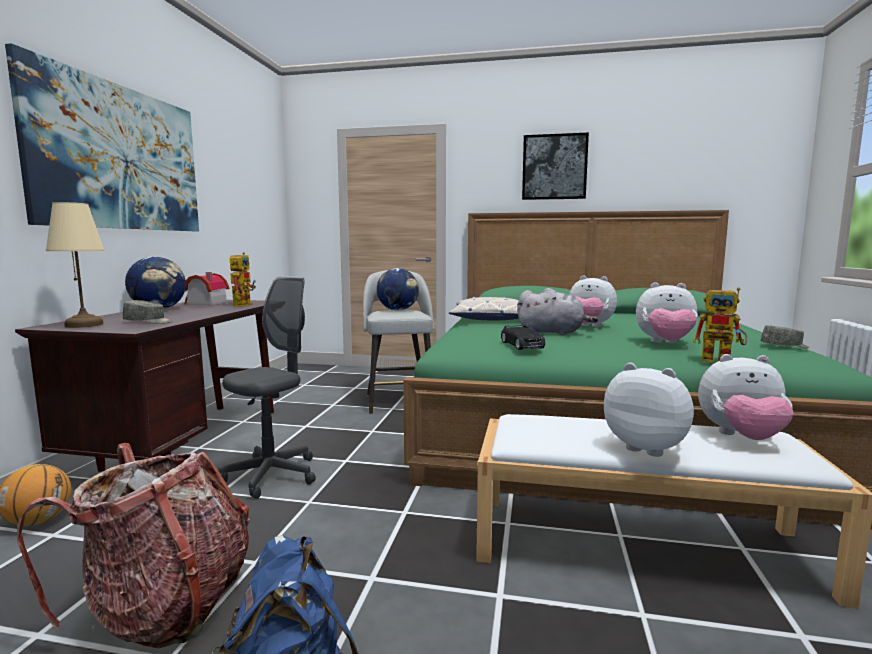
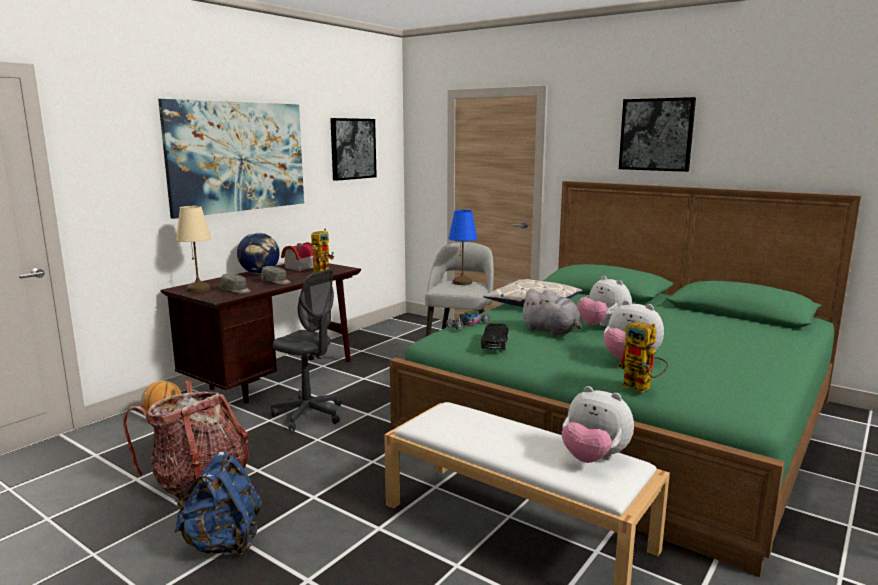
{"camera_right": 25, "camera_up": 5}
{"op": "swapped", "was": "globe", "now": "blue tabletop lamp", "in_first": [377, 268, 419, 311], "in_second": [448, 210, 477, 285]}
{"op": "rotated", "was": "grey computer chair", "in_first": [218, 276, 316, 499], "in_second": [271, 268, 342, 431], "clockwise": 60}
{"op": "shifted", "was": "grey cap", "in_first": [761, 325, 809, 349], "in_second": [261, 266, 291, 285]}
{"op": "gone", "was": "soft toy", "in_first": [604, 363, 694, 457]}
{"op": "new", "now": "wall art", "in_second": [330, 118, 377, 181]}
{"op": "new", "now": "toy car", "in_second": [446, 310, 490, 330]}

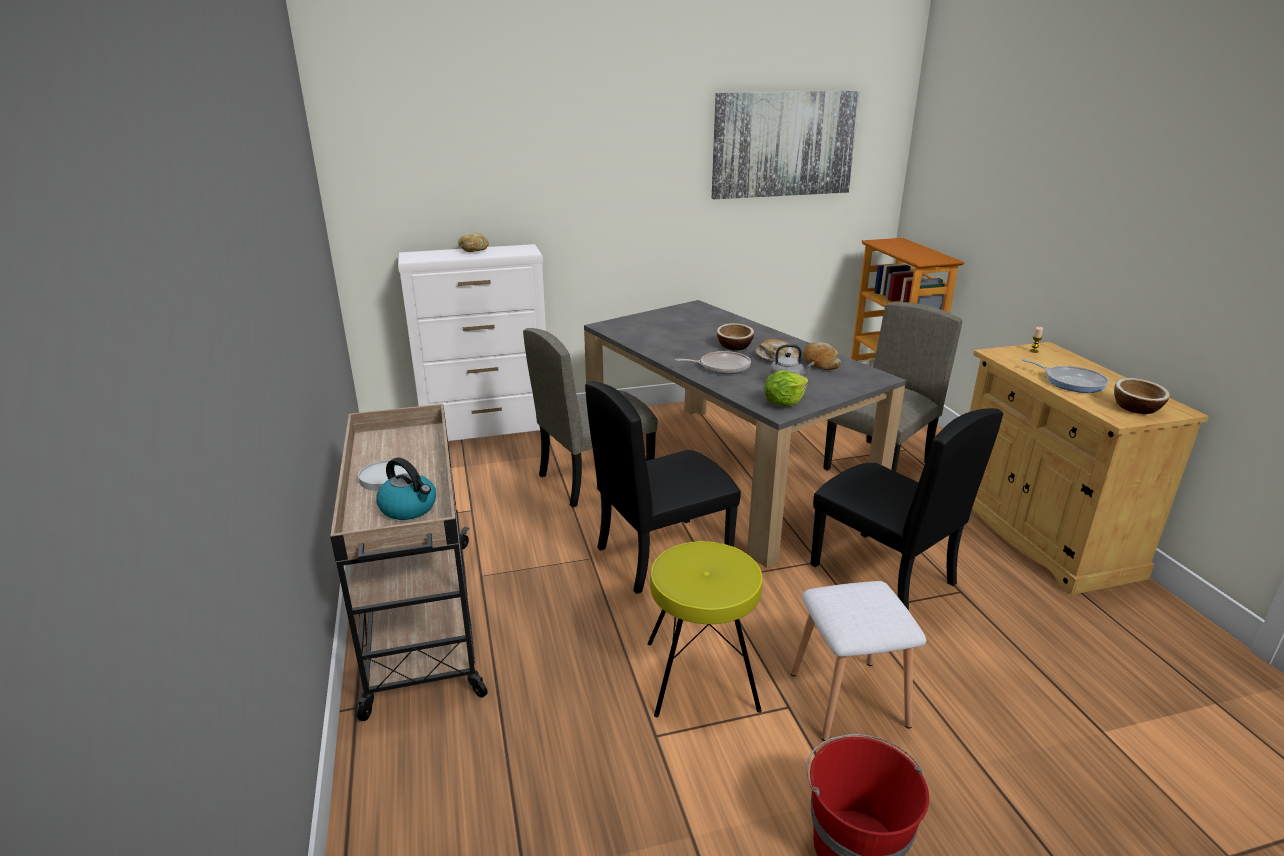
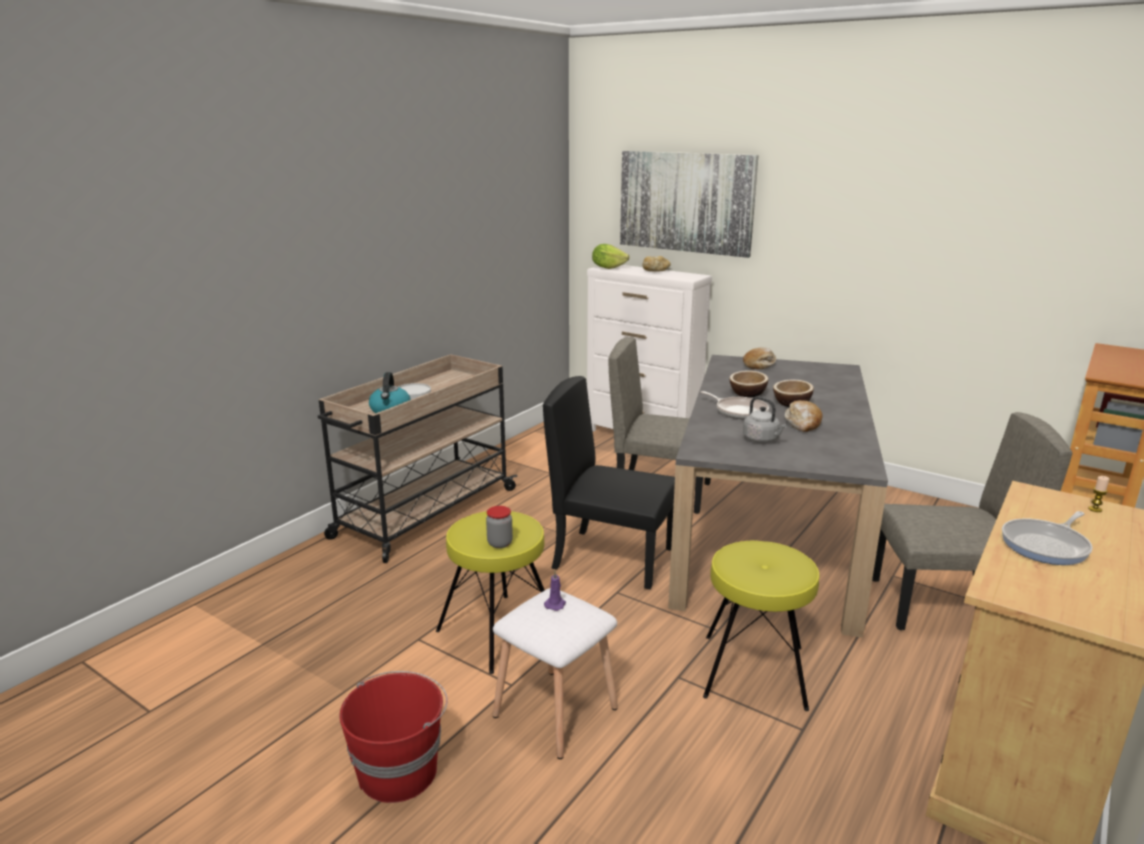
{"camera_right": 50, "camera_up": -5}
{"op": "shifted", "was": "wall art", "in_first": [712, 91, 860, 199], "in_second": [620, 151, 759, 258]}
{"op": "shifted", "was": "bread", "in_first": [804, 342, 841, 370], "in_second": [743, 347, 776, 369]}
{"op": "rotated", "was": "pan", "in_first": [1021, 359, 1109, 393], "in_second": [1002, 511, 1093, 565], "clockwise": 45}
{"op": "shifted", "was": "lettuce head", "in_first": [764, 371, 808, 406], "in_second": [592, 244, 630, 269]}
{"op": "shifted", "was": "deep dish", "in_first": [1114, 378, 1170, 414], "in_second": [729, 370, 768, 398]}
{"op": "swapped", "was": "black-coloured chair", "now": "yellow sitting stool", "in_first": [811, 408, 1003, 611], "in_second": [703, 540, 819, 711]}
{"op": "new", "now": "jar", "in_second": [486, 506, 513, 548]}
{"op": "new", "now": "purple-coloured wax light", "in_second": [544, 571, 566, 611]}

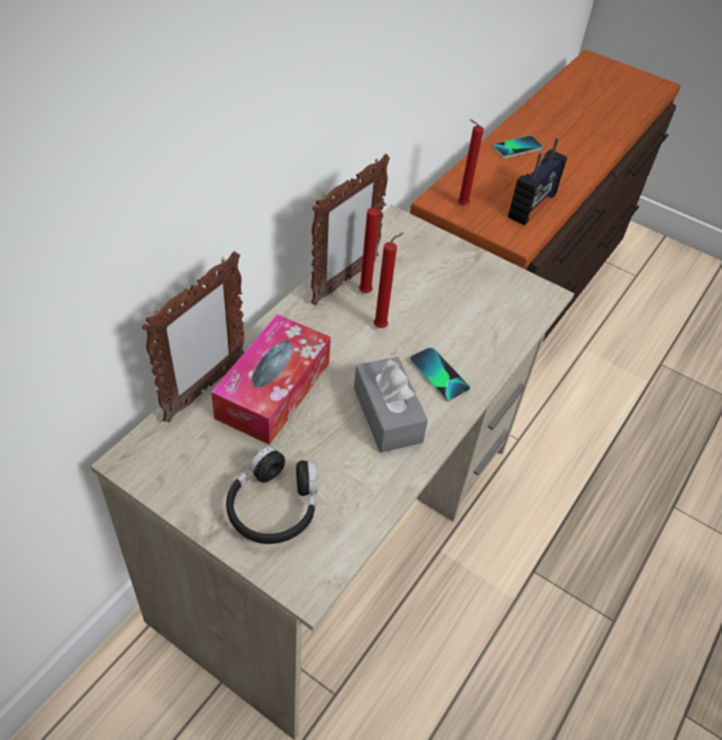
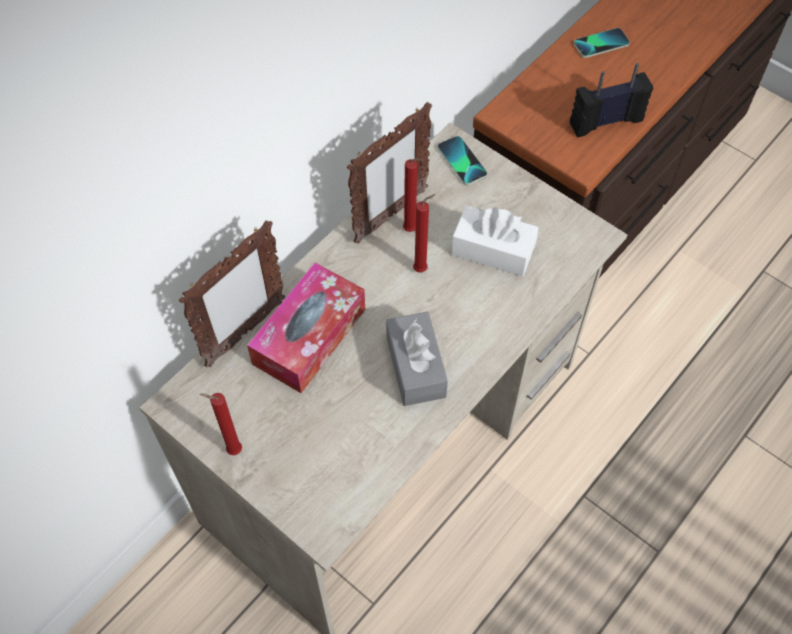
{"camera_right": 10, "camera_up": 10}
{"op": "shifted", "was": "reddish wax light", "in_first": [458, 119, 484, 205], "in_second": [200, 393, 242, 456]}
{"op": "rotated", "was": "radio receiver", "in_first": [508, 138, 567, 225], "in_second": [570, 63, 653, 137], "clockwise": -150}
{"op": "shifted", "was": "telephone", "in_first": [410, 347, 470, 402], "in_second": [438, 136, 487, 185]}
{"op": "gone", "was": "black-coloured pair of headphones", "in_first": [226, 446, 317, 544]}
{"op": "new", "now": "white tissue holder", "in_second": [451, 206, 539, 277]}

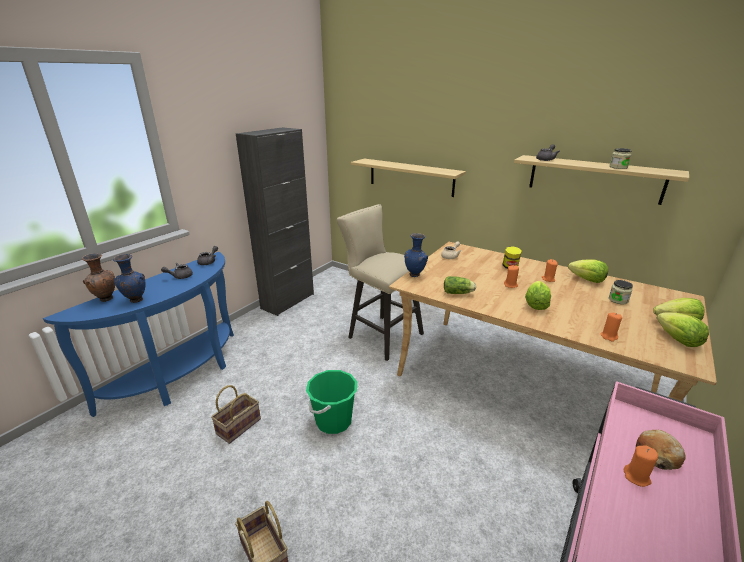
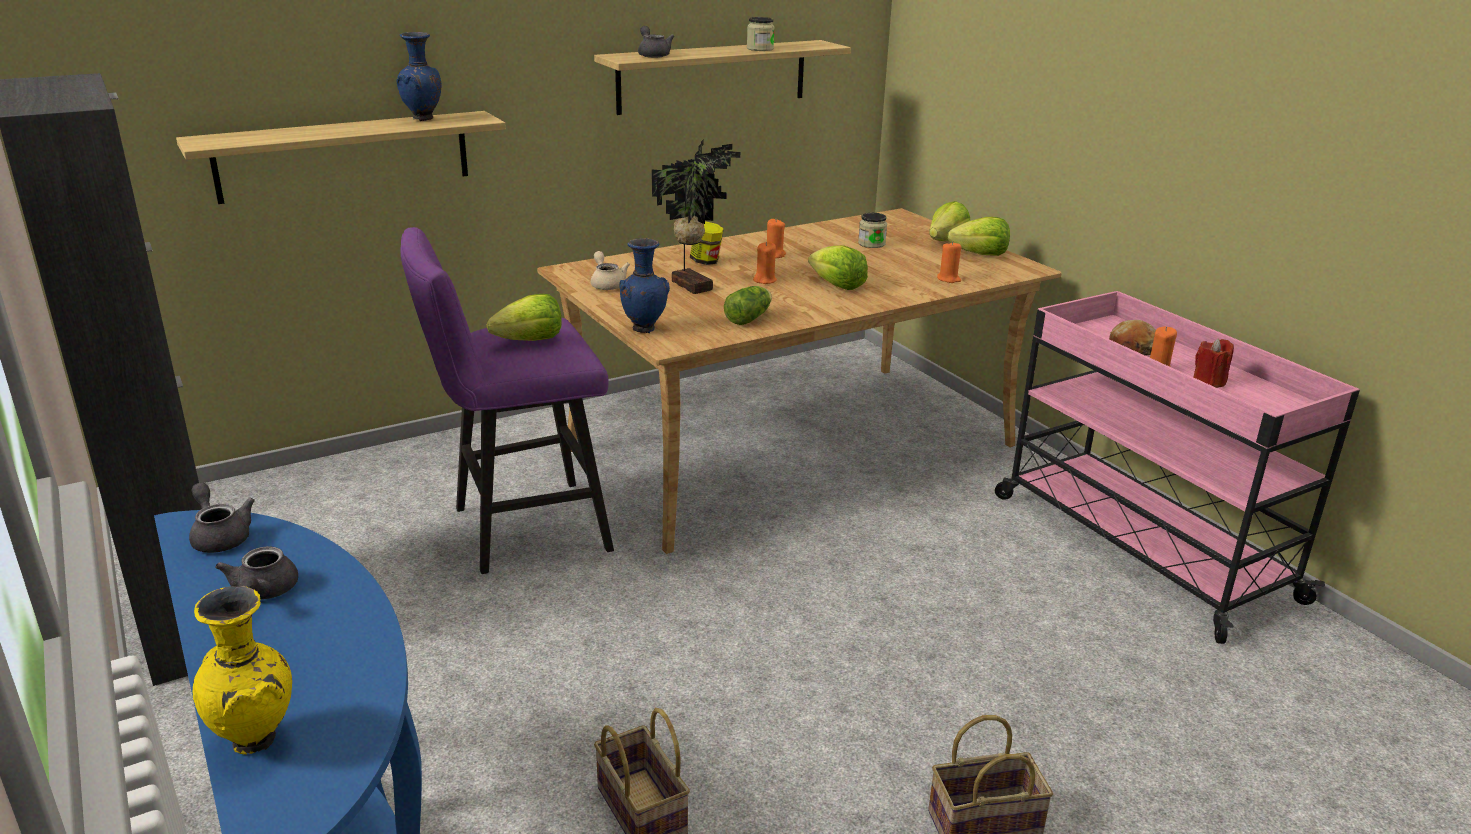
{"camera_right": -65, "camera_up": 0}
{"op": "repainted", "was": "sand-coloured sitting stool", "now": "purple-coloured sitting stool", "in_first": [336, 204, 424, 361], "in_second": [401, 227, 614, 574]}
{"op": "repainted", "was": "brown vase", "now": "yellow vase", "in_first": [82, 253, 115, 302], "in_second": [193, 586, 292, 755]}
{"op": "shifted", "was": "blue vase", "in_first": [113, 254, 145, 303], "in_second": [396, 32, 442, 121]}
{"op": "shifted", "was": "lettuce head", "in_first": [568, 259, 608, 283], "in_second": [486, 294, 562, 341]}
{"op": "gone", "was": "green-coloured bucket", "in_first": [306, 370, 357, 434]}
{"op": "new", "now": "plant in a pot", "in_second": [652, 139, 740, 294]}
{"op": "new", "now": "reddish wax light", "in_second": [1193, 339, 1234, 388]}

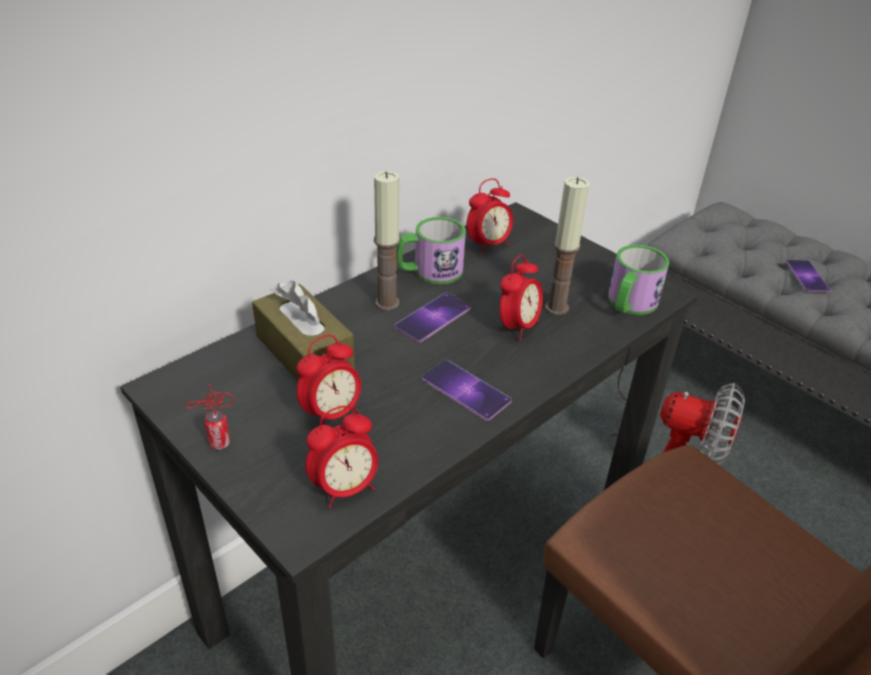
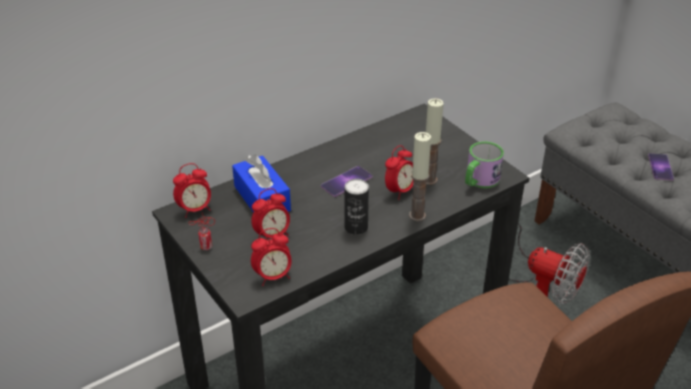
{"camera_right": 10, "camera_up": 0}
{"op": "shifted", "was": "wax light", "in_first": [374, 171, 400, 310], "in_second": [409, 132, 431, 222]}
{"op": "shifted", "was": "bedside clock", "in_first": [467, 178, 513, 254], "in_second": [173, 163, 211, 218]}
{"op": "gone", "was": "coffee mug", "in_first": [396, 217, 466, 284]}
{"op": "repainted", "was": "brown tissue holder", "now": "blue tissue holder", "in_first": [252, 280, 355, 381], "in_second": [232, 154, 291, 212]}
{"op": "swapped", "was": "telephone", "now": "can", "in_first": [421, 360, 512, 421], "in_second": [345, 179, 369, 235]}

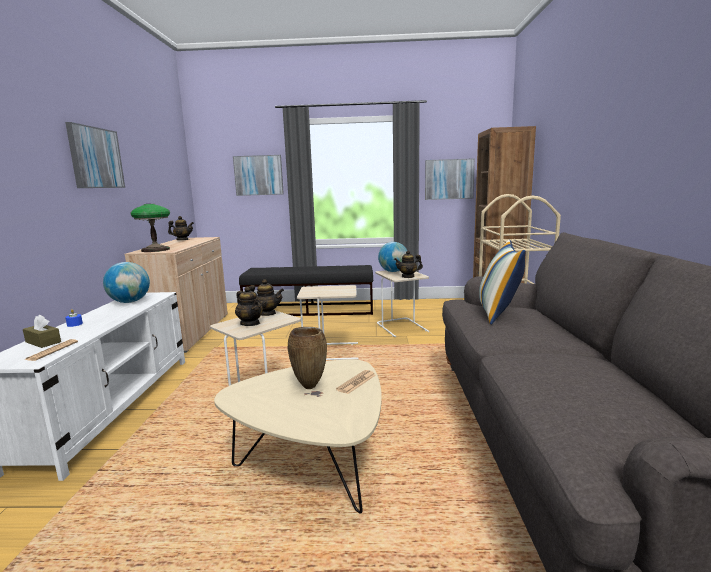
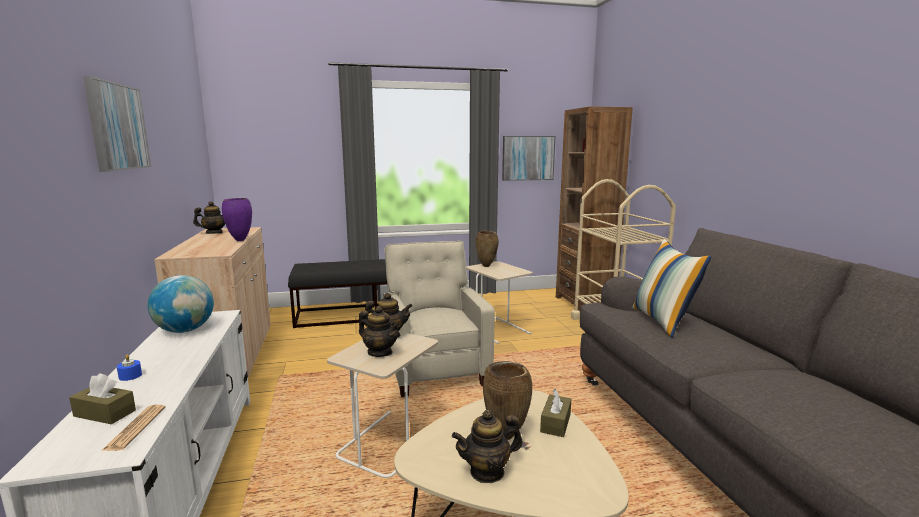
{"camera_right": -15, "camera_up": 0}
{"op": "gone", "was": "wall art", "in_first": [233, 155, 284, 196]}
{"op": "gone", "was": "tabletop lamp", "in_first": [131, 204, 170, 252]}
{"op": "swapped", "was": "globe", "now": "brown vase", "in_first": [378, 242, 407, 272], "in_second": [476, 231, 498, 267]}
{"op": "shifted", "was": "teapot", "in_first": [394, 250, 423, 278], "in_second": [452, 410, 523, 483]}
{"op": "swapped", "was": "sand-coloured end table", "now": "sand-coloured lounge chair", "in_first": [297, 285, 358, 360], "in_second": [383, 241, 495, 397]}
{"op": "swapped", "was": "printed paper", "now": "brown tissue holder", "in_first": [336, 370, 376, 394], "in_second": [540, 389, 571, 437]}
{"op": "new", "now": "purple-coloured vase", "in_second": [222, 198, 252, 241]}

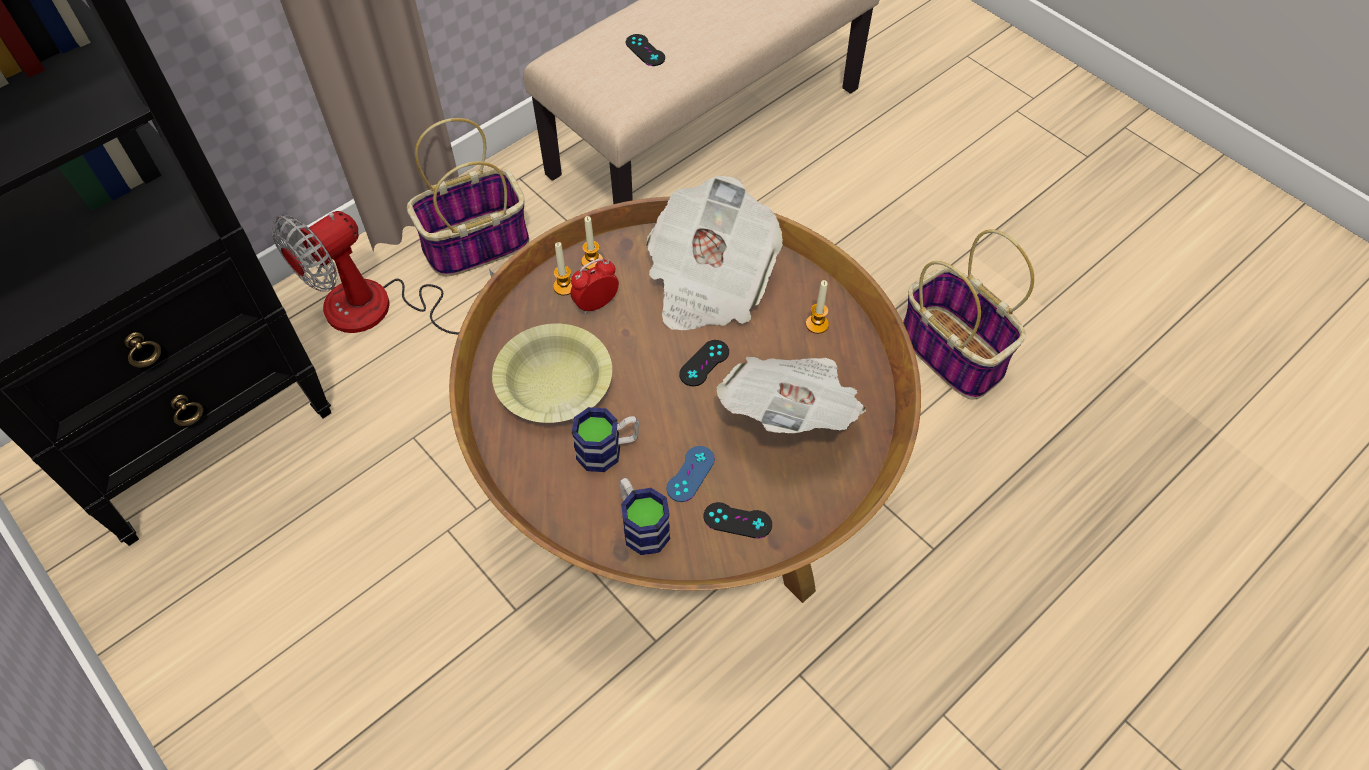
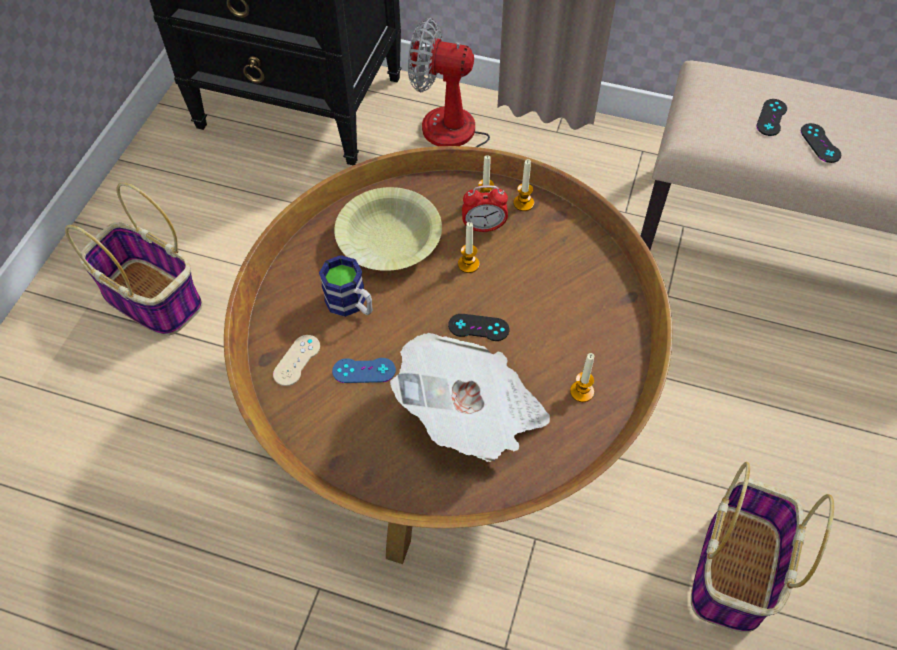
{"camera_right": 60, "camera_up": 0}
{"op": "shifted", "was": "household basket", "in_first": [407, 118, 529, 276], "in_second": [65, 182, 202, 336]}
{"op": "gone", "was": "printed paper", "in_first": [646, 176, 783, 330]}
{"op": "rotated", "was": "bedside clock", "in_first": [570, 258, 619, 314], "in_second": [462, 185, 508, 232], "clockwise": 150}
{"op": "swapped", "was": "coffee mug", "now": "sand-coloured gamepad", "in_first": [620, 478, 670, 555], "in_second": [273, 335, 320, 386]}
{"op": "shifted", "was": "black-coloured gamepad", "in_first": [704, 502, 772, 539], "in_second": [801, 123, 841, 163]}
{"op": "new", "now": "wax light", "in_second": [458, 222, 480, 273]}

